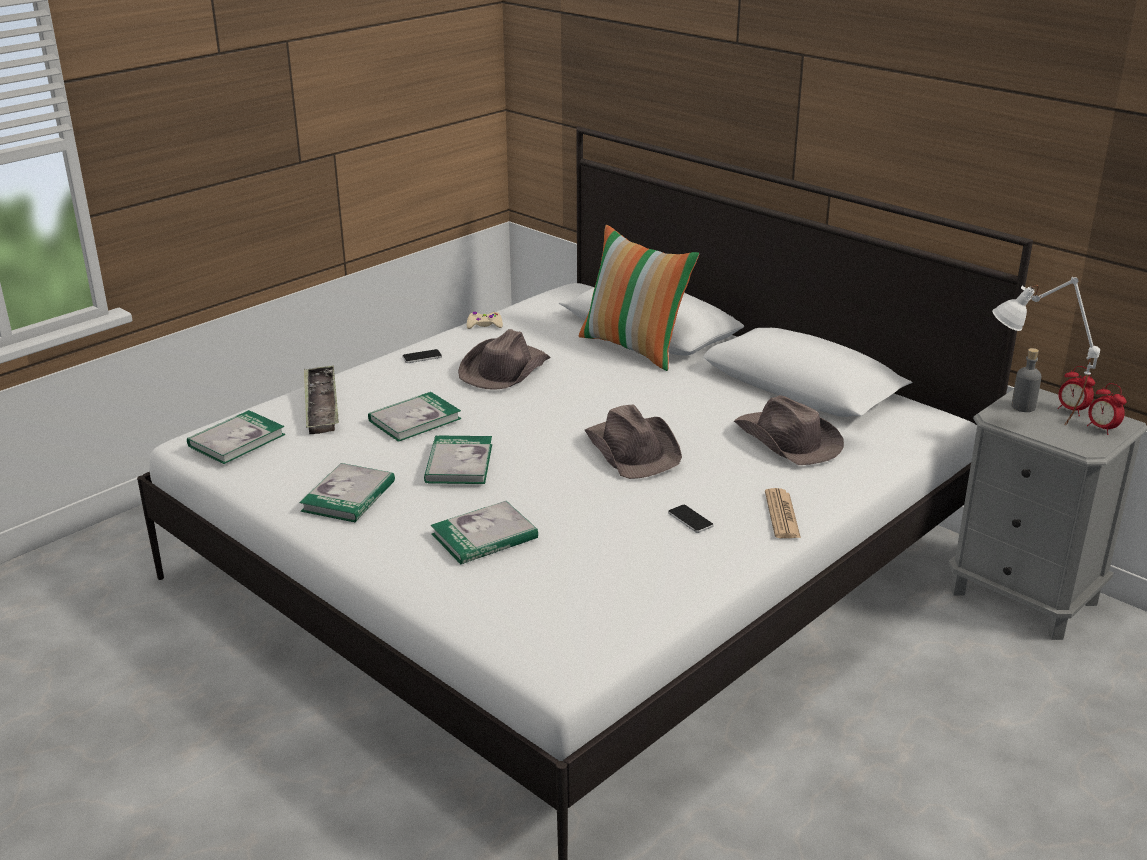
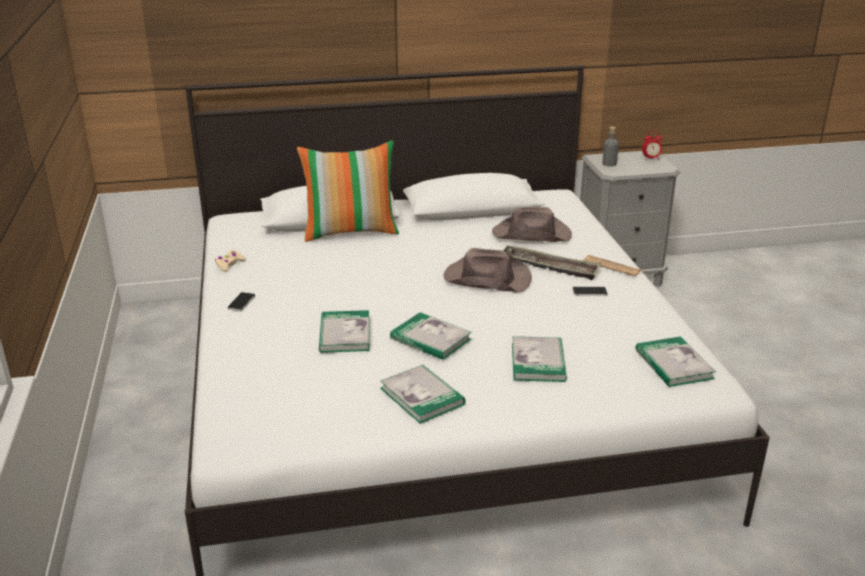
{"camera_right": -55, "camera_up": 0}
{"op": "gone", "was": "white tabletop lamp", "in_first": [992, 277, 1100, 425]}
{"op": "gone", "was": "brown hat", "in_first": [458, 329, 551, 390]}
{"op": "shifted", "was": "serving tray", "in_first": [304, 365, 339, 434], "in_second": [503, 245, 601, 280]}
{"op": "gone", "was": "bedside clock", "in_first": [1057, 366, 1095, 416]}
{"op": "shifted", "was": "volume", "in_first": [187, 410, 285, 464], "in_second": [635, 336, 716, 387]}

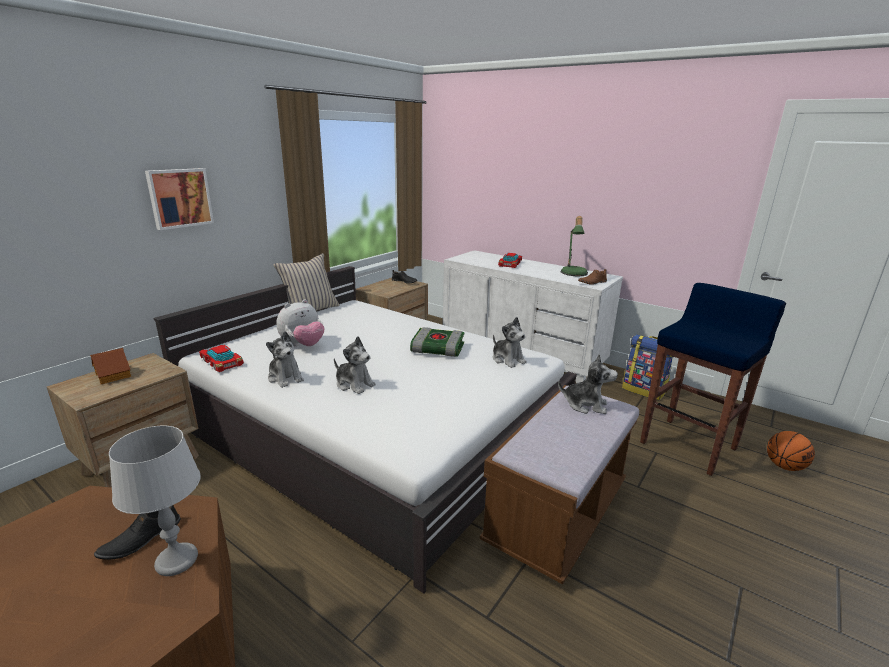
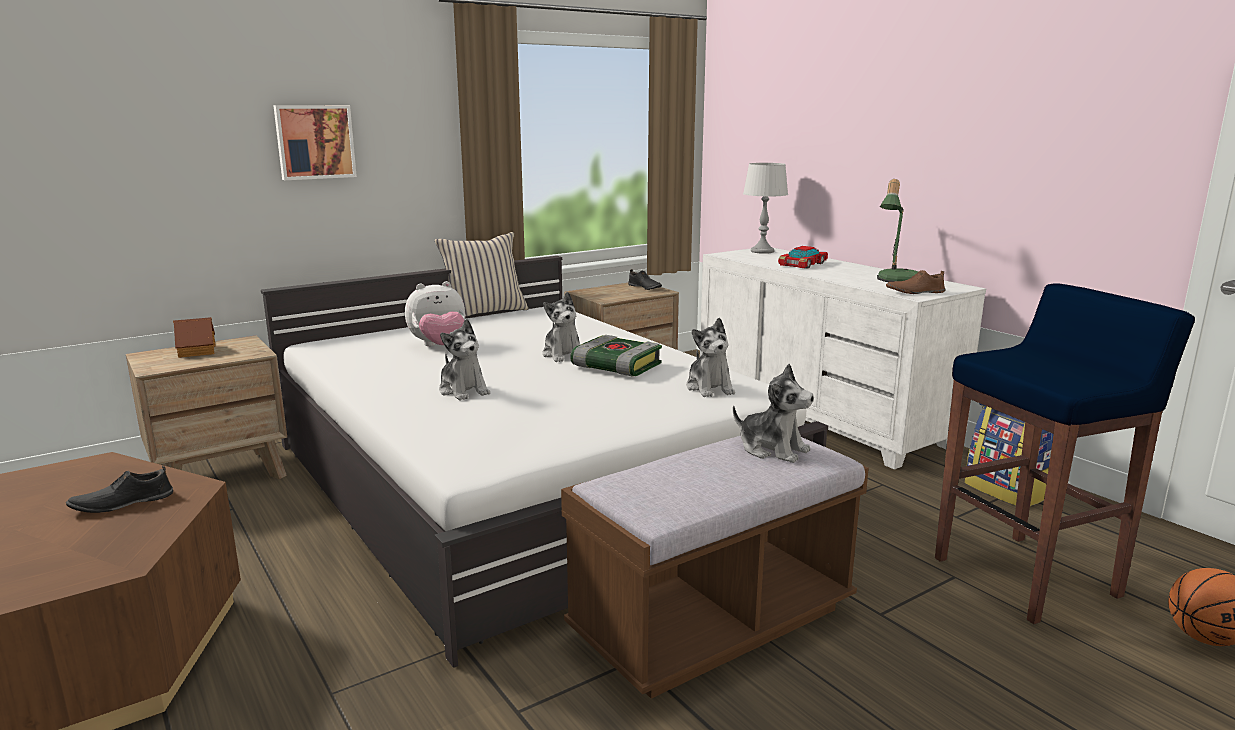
{"camera_right": 20, "camera_up": -5}
{"op": "shifted", "was": "soft toy", "in_first": [266, 331, 304, 388], "in_second": [542, 292, 580, 362]}
{"op": "gone", "was": "toy car", "in_first": [199, 345, 244, 372]}
{"op": "shifted", "was": "grey tabletop lamp", "in_first": [109, 426, 201, 576], "in_second": [743, 163, 788, 254]}

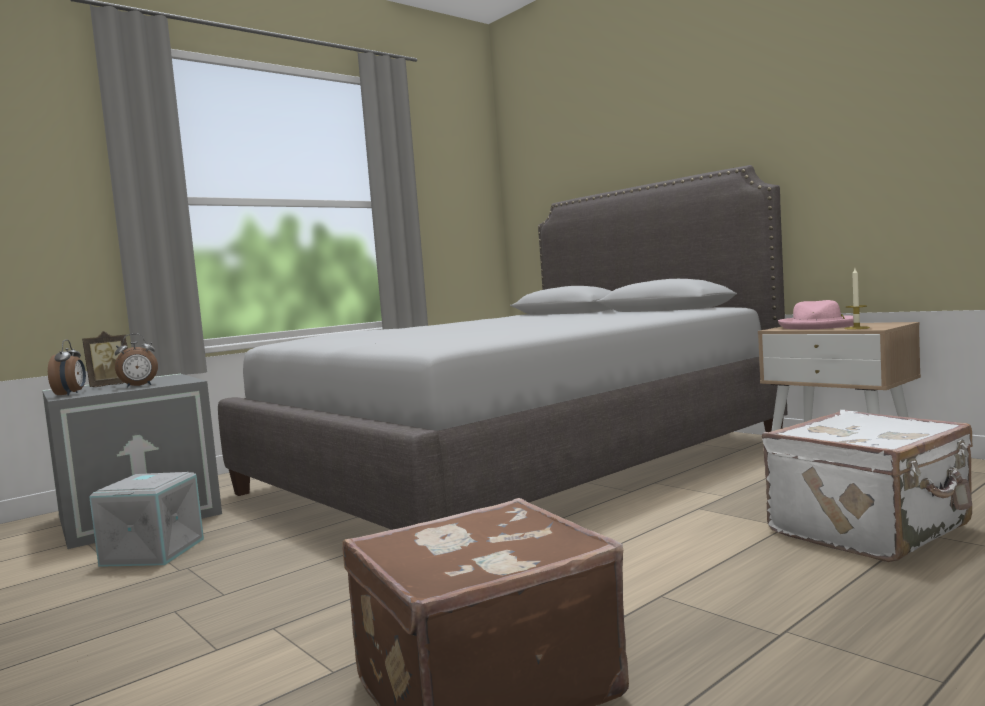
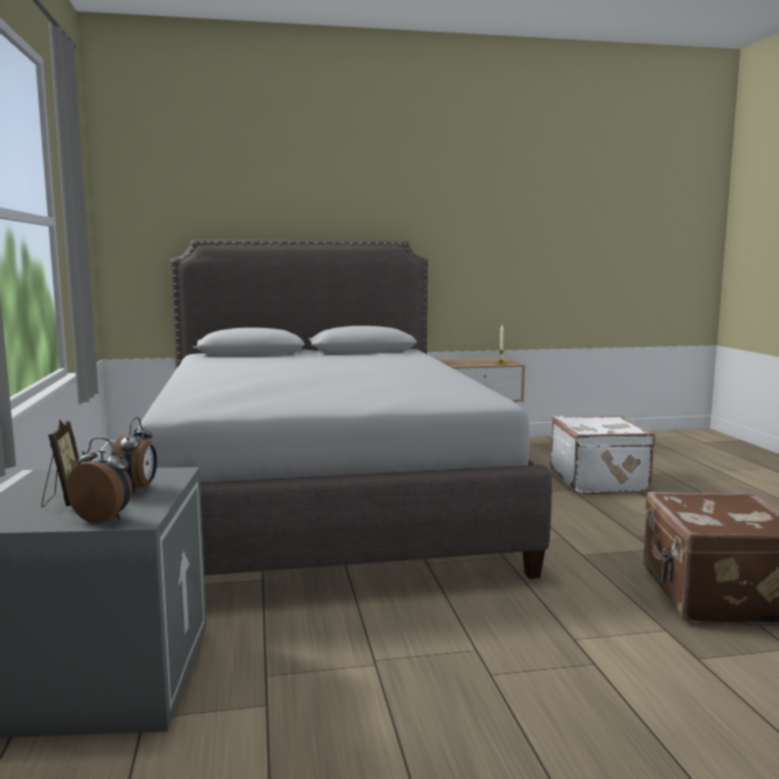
{"camera_right": -60, "camera_up": 5}
{"op": "gone", "was": "pink hat", "in_first": [778, 300, 854, 329]}
{"op": "gone", "was": "grey storage bin", "in_first": [89, 472, 204, 567]}

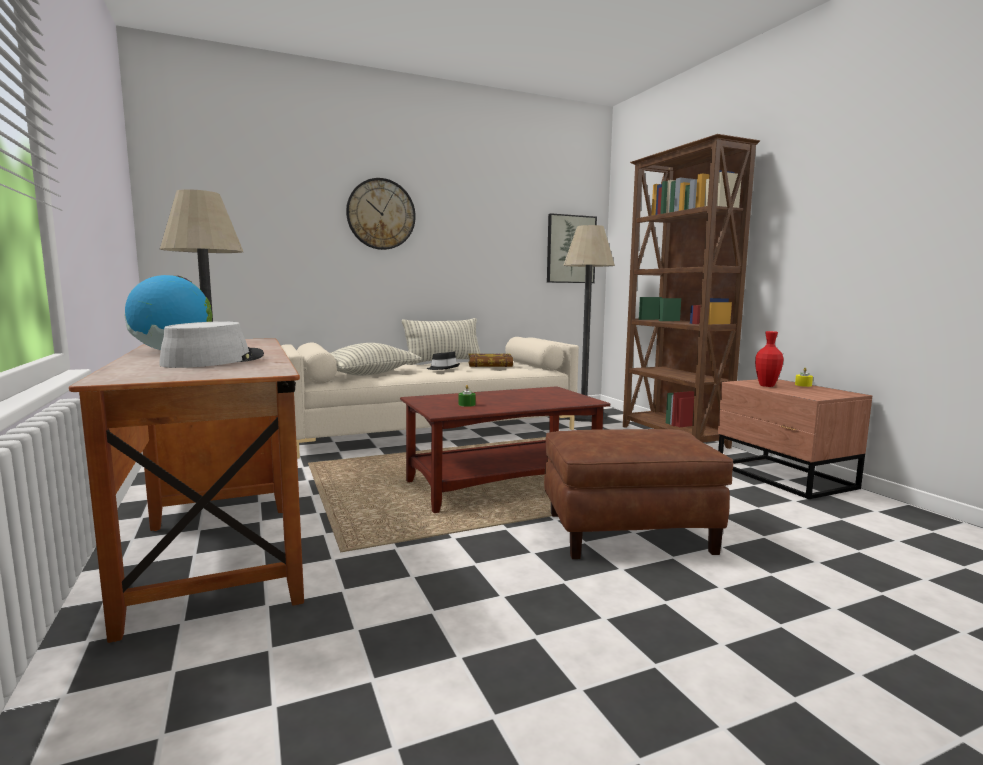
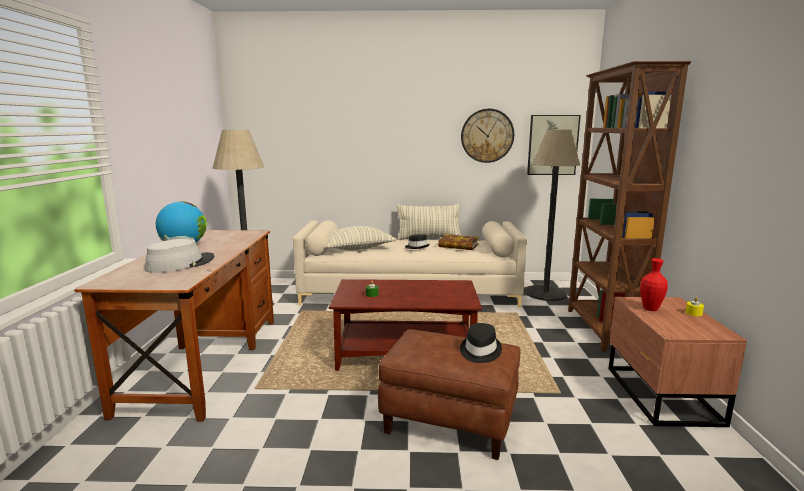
{"camera_right": 25, "camera_up": 5}
{"op": "shifted", "was": "clock on the wall", "in_first": [346, 178, 416, 250], "in_second": [461, 109, 514, 163]}
{"op": "new", "now": "black-coloured hat", "in_second": [460, 323, 502, 363]}

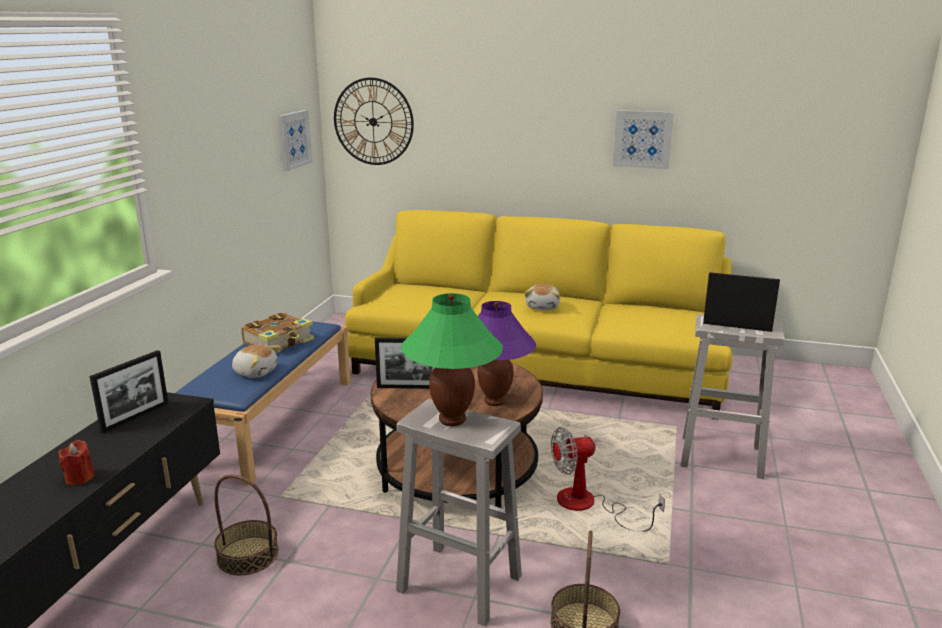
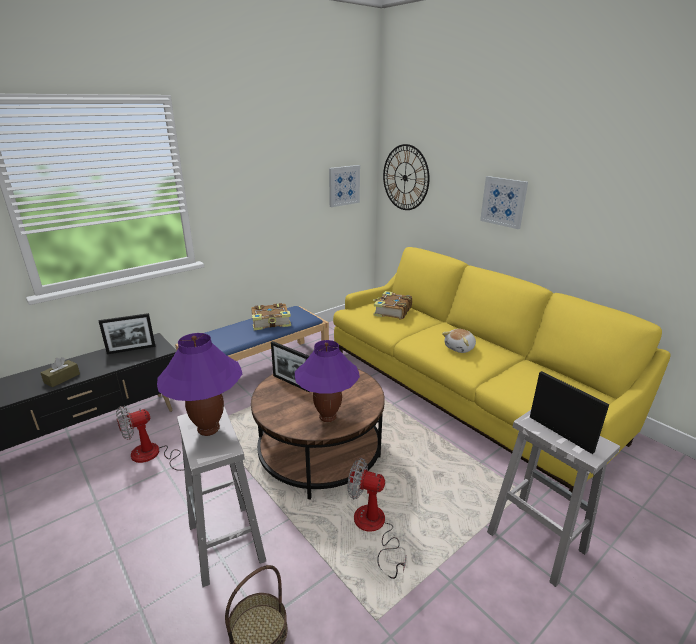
{"camera_right": 35, "camera_up": 5}
{"op": "shifted", "was": "wall art", "in_first": [613, 110, 674, 169], "in_second": [480, 176, 528, 229]}
{"op": "repainted", "was": "green-coloured tabletop lamp", "now": "purple-coloured tabletop lamp", "in_first": [400, 293, 503, 426], "in_second": [157, 333, 242, 436]}
{"op": "gone", "was": "soft toy", "in_first": [232, 344, 281, 378]}
{"op": "swapped", "was": "reddish wax light", "now": "brown tissue holder", "in_first": [58, 440, 94, 485], "in_second": [40, 357, 80, 387]}
{"op": "swapped", "was": "household basket", "now": "cooling fan", "in_first": [214, 474, 279, 575], "in_second": [116, 406, 184, 471]}
{"op": "new", "now": "volume", "in_second": [373, 291, 412, 320]}

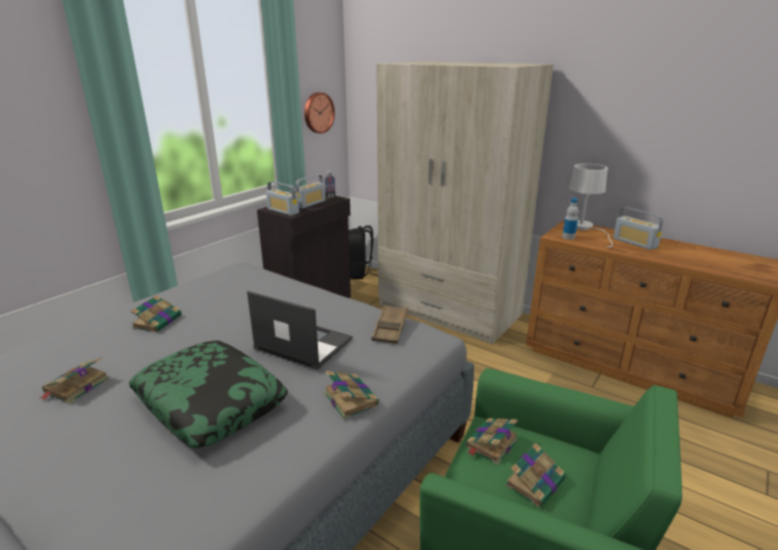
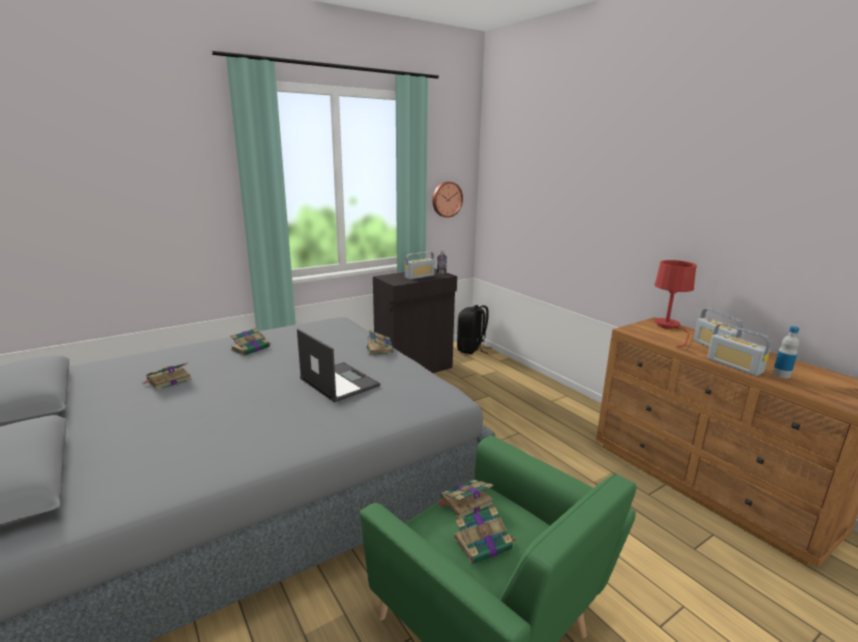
{"camera_right": 20, "camera_up": -5}
{"op": "gone", "was": "sand-coloured wardrobe", "in_first": [376, 62, 553, 345]}
{"op": "repainted", "was": "white tabletop lamp", "now": "reddish tabletop lamp", "in_first": [569, 163, 613, 247], "in_second": [654, 260, 697, 347]}
{"op": "shifted", "was": "radio receiver", "in_first": [266, 181, 299, 216], "in_second": [707, 323, 771, 376]}
{"op": "shifted", "was": "beverage bottle", "in_first": [562, 198, 579, 240], "in_second": [772, 326, 799, 378]}
{"op": "gone", "was": "brown serving tray", "in_first": [371, 305, 408, 344]}
{"op": "gone", "was": "throw pillow", "in_first": [129, 340, 288, 448]}
{"op": "shifted", "was": "volume", "in_first": [324, 371, 379, 419], "in_second": [367, 330, 393, 355]}

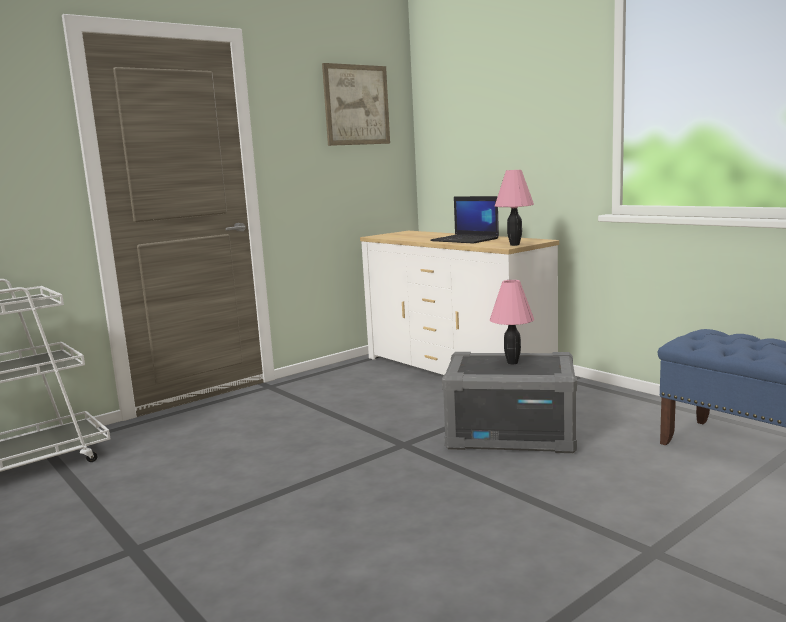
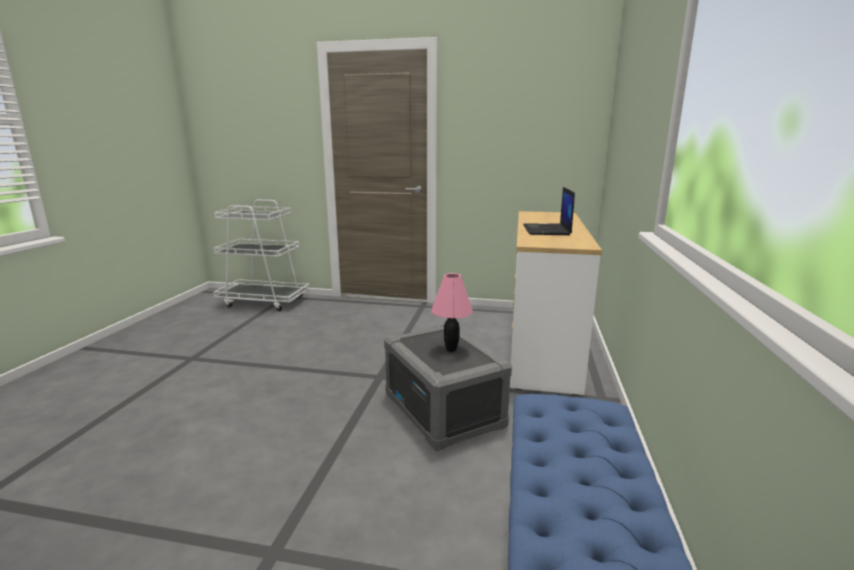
{"camera_right": 50, "camera_up": 5}
{"op": "gone", "was": "wall art", "in_first": [322, 63, 390, 146]}
{"op": "gone", "was": "pink tabletop lamp", "in_first": [495, 170, 534, 246]}

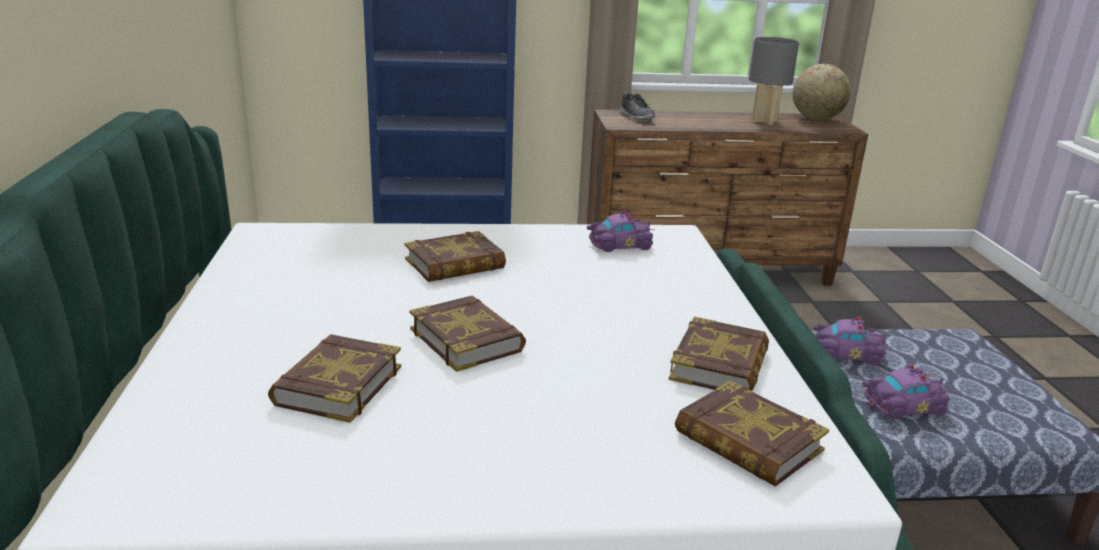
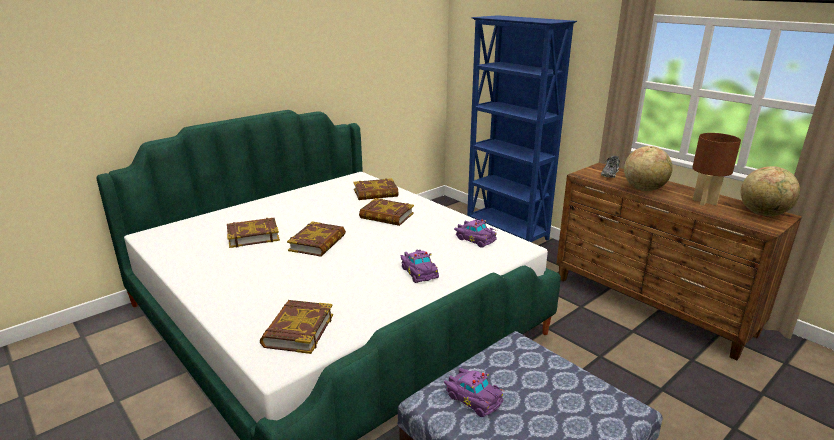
{"camera_right": 55, "camera_up": 0}
{"op": "repainted", "was": "grey tabletop lamp", "now": "brown tabletop lamp", "in_first": [749, 37, 799, 125], "in_second": [692, 133, 741, 206]}
{"op": "shifted", "was": "volume", "in_first": [668, 316, 769, 391], "in_second": [354, 178, 399, 200]}
{"op": "shifted", "was": "purple-coloured toy car", "in_first": [813, 317, 889, 366], "in_second": [400, 249, 439, 283]}
{"op": "new", "now": "globe", "in_second": [624, 146, 673, 191]}

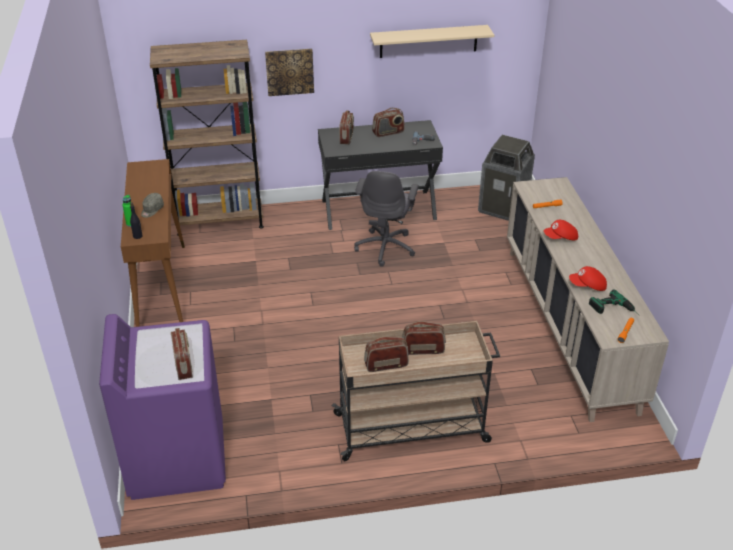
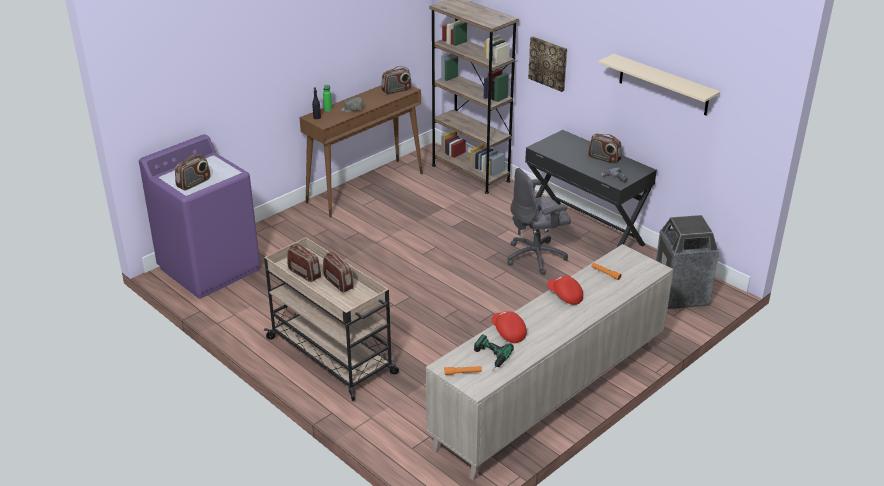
{"camera_right": 55, "camera_up": -5}
{"op": "shifted", "was": "radio receiver", "in_first": [340, 111, 354, 144], "in_second": [381, 66, 412, 95]}

